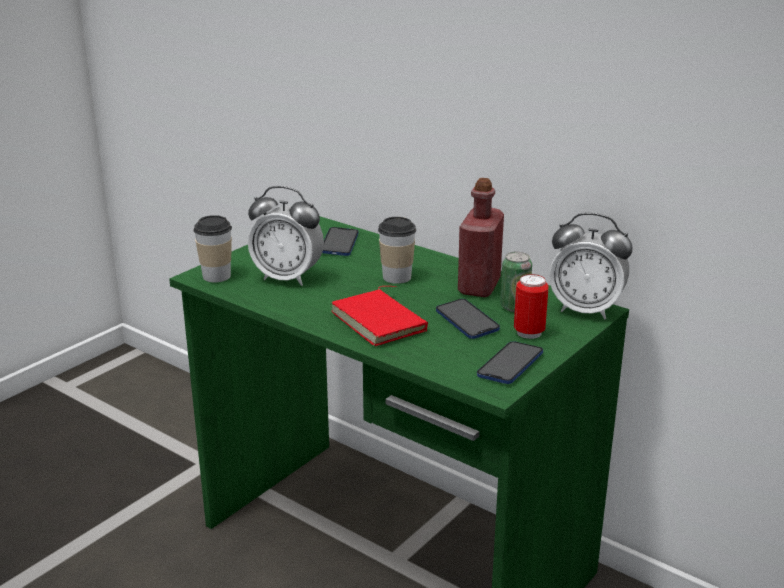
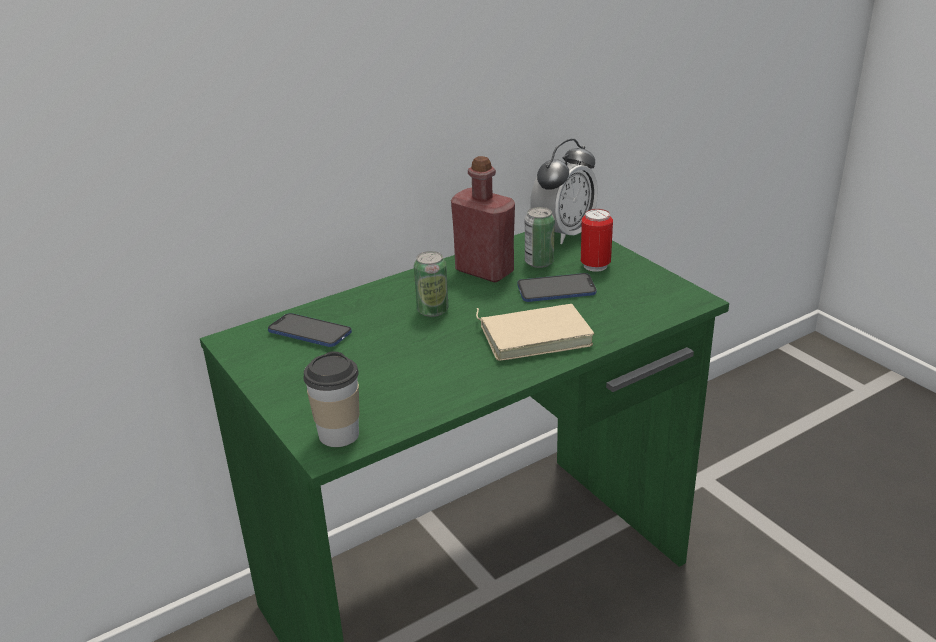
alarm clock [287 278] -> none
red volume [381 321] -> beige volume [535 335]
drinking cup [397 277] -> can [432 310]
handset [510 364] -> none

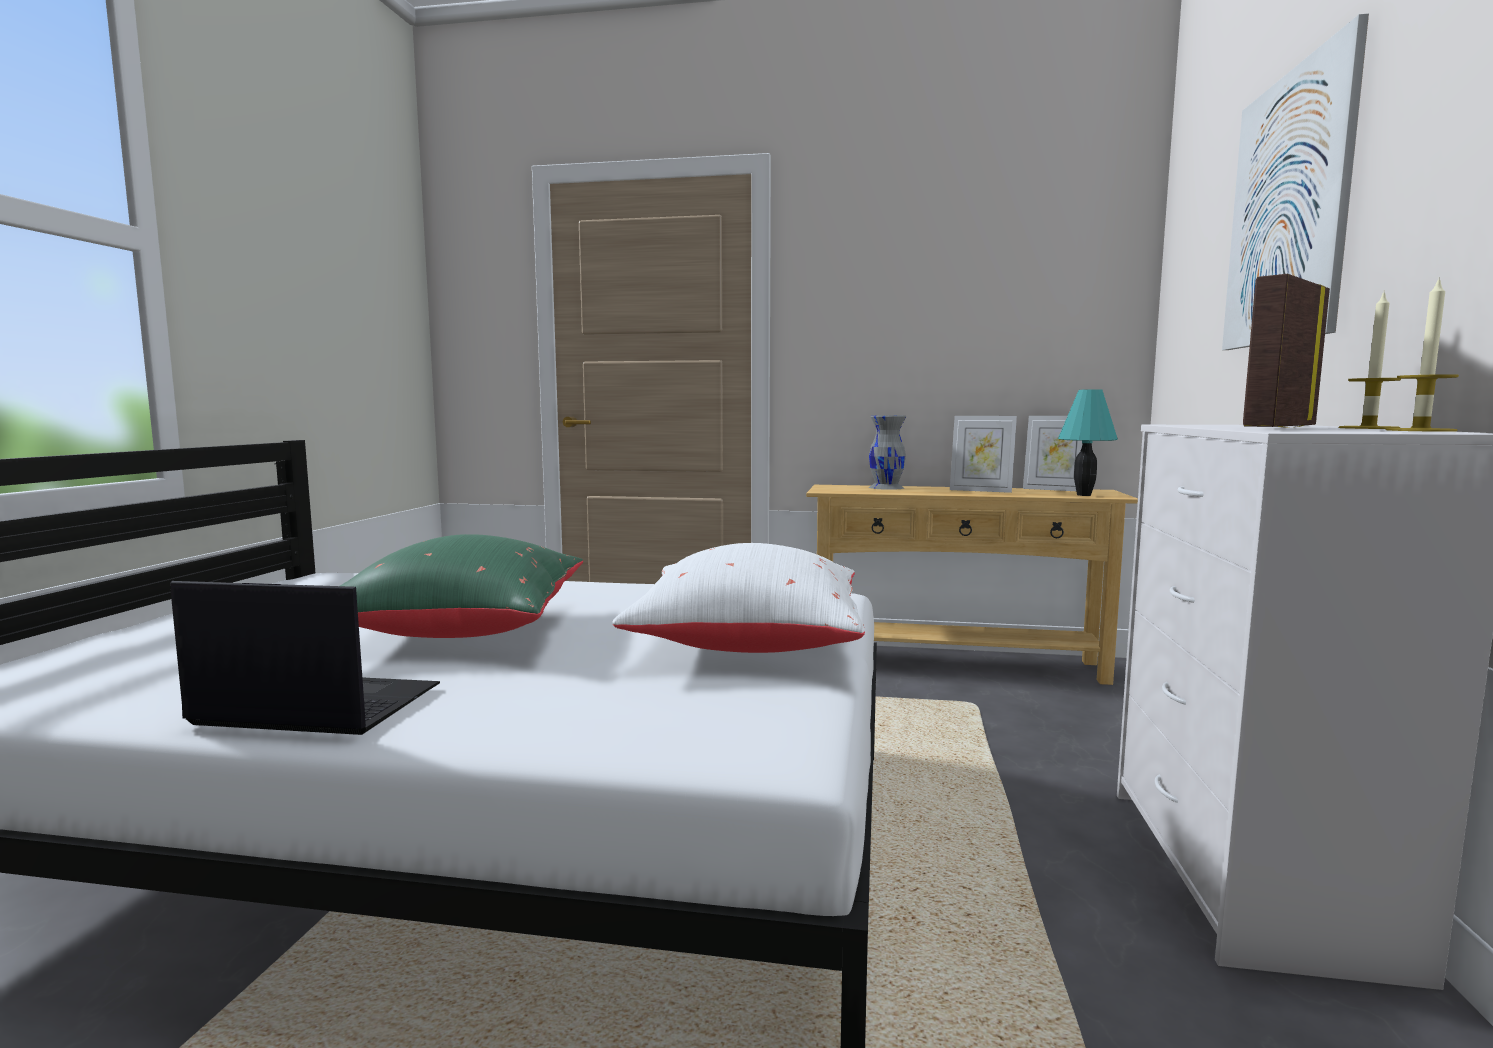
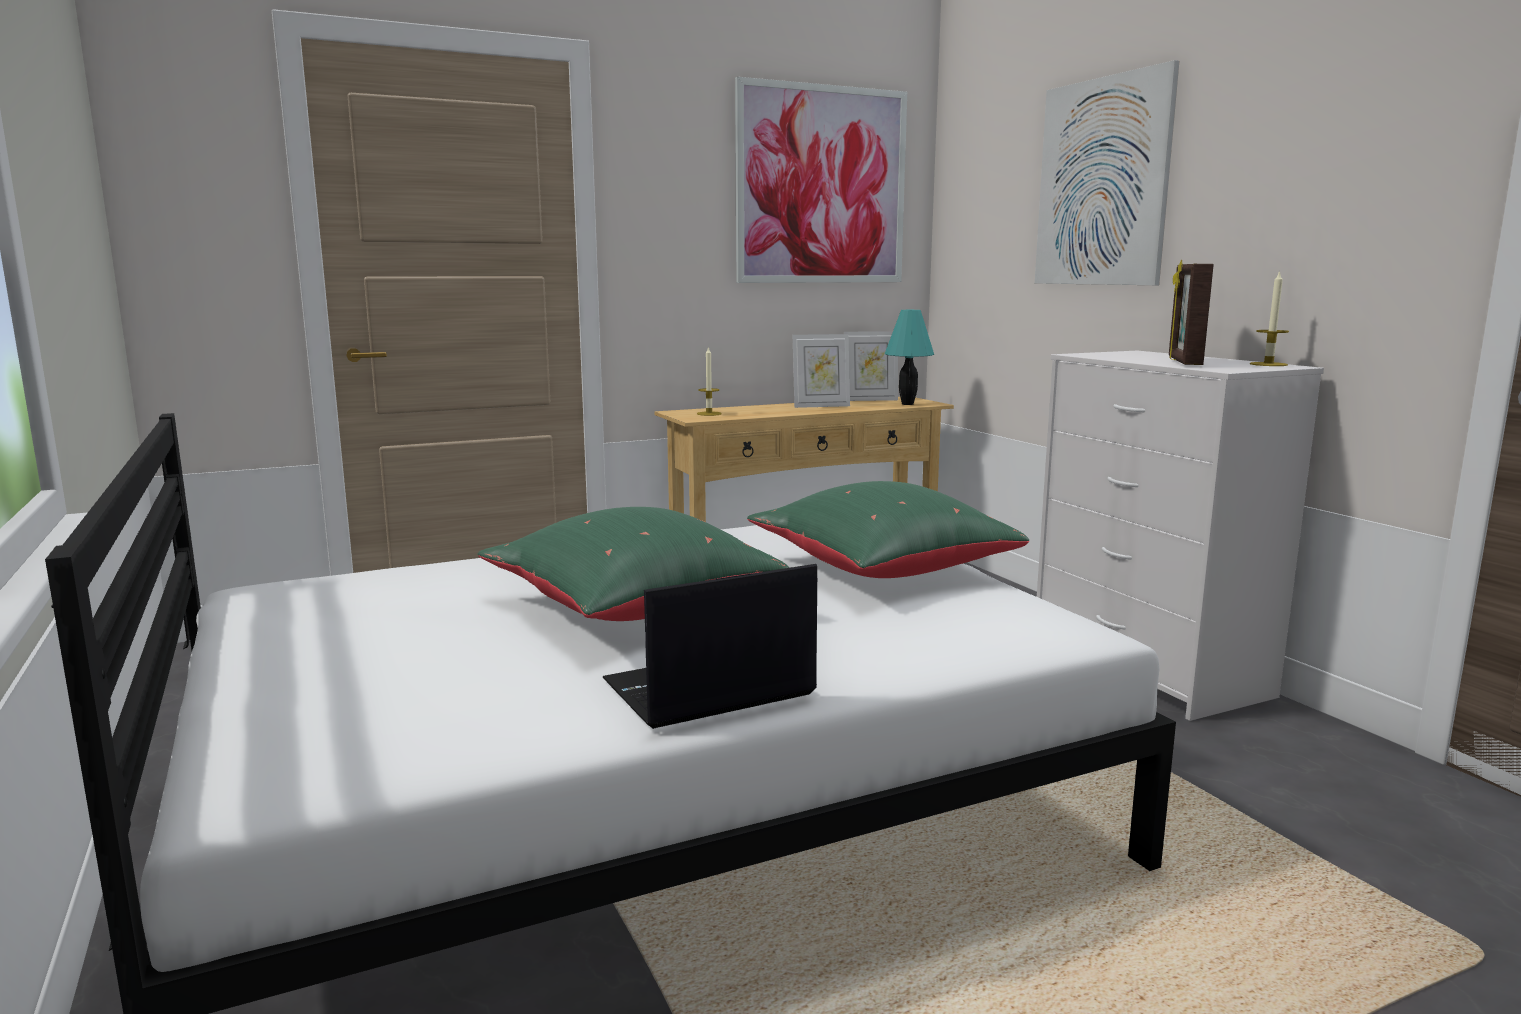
whitish cushion [747 644] -> green cushion [879 570]
grey vase [886 487] -> none
wax light [1368 428] -> wax light [709 414], moved
none -> picture [821 186]

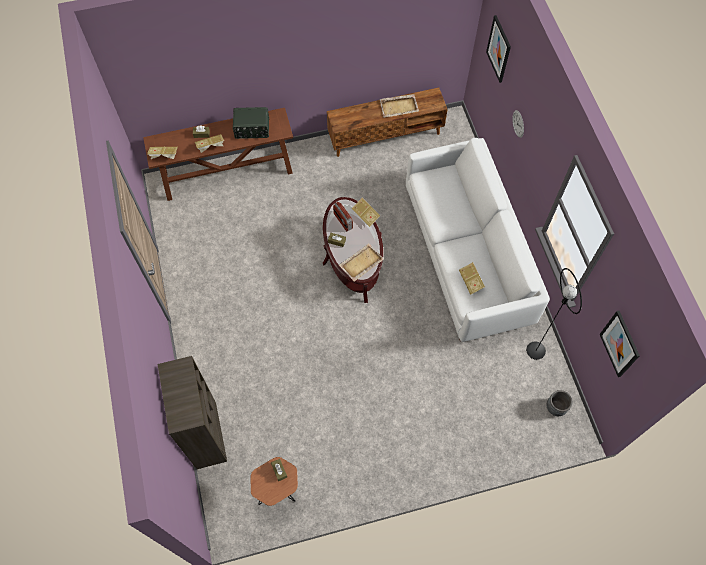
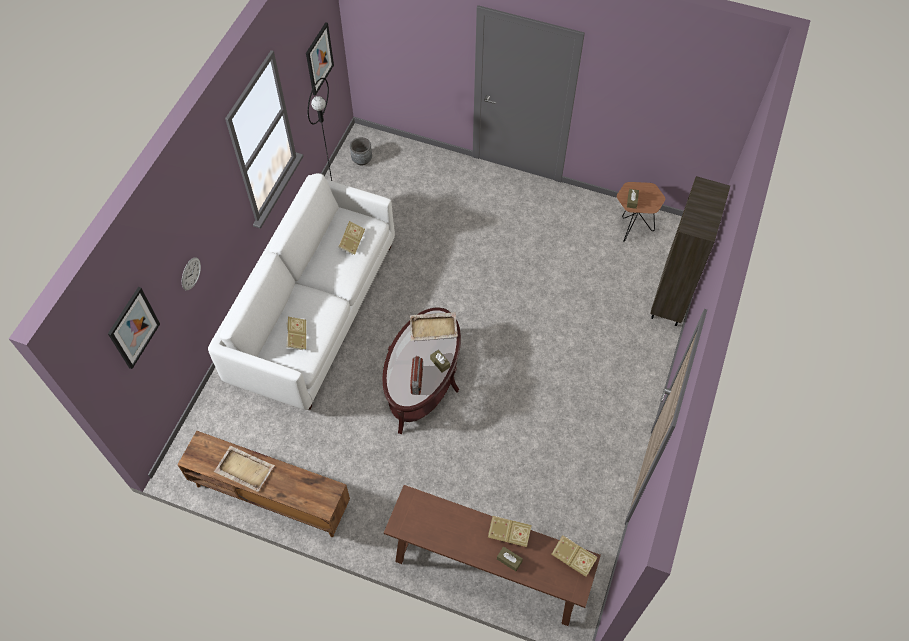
radio [252 129] -> none
volume [366 215] -> volume [297 338], moved

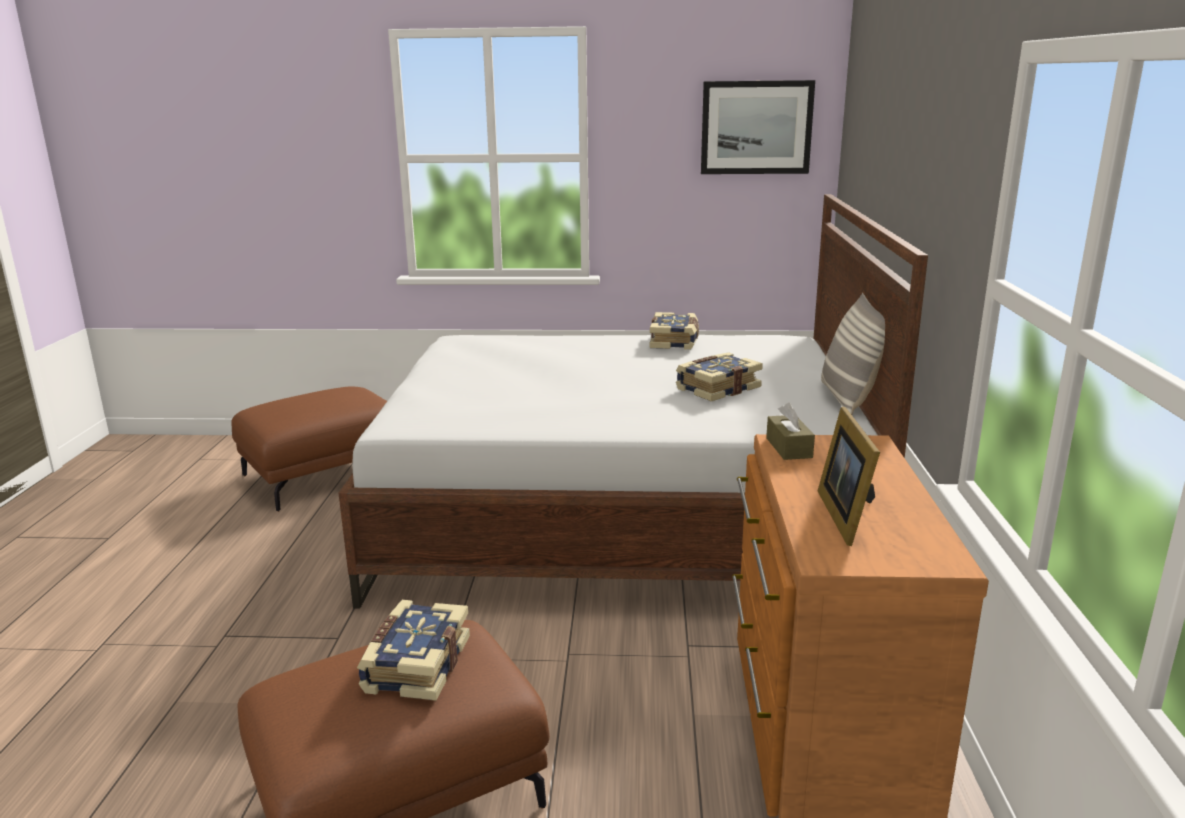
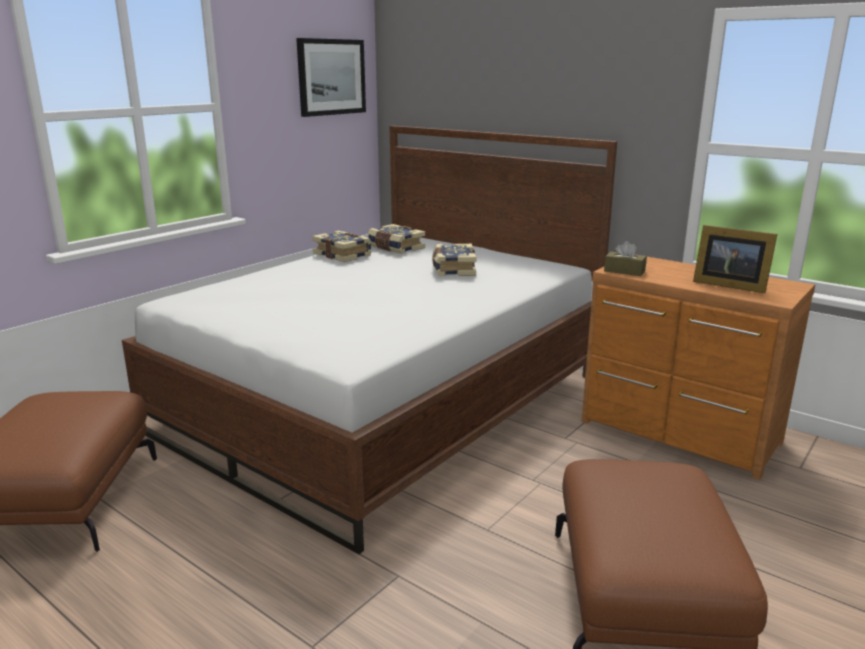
volume [415 665] -> volume [395 248], moved
cushion [848 399] -> none

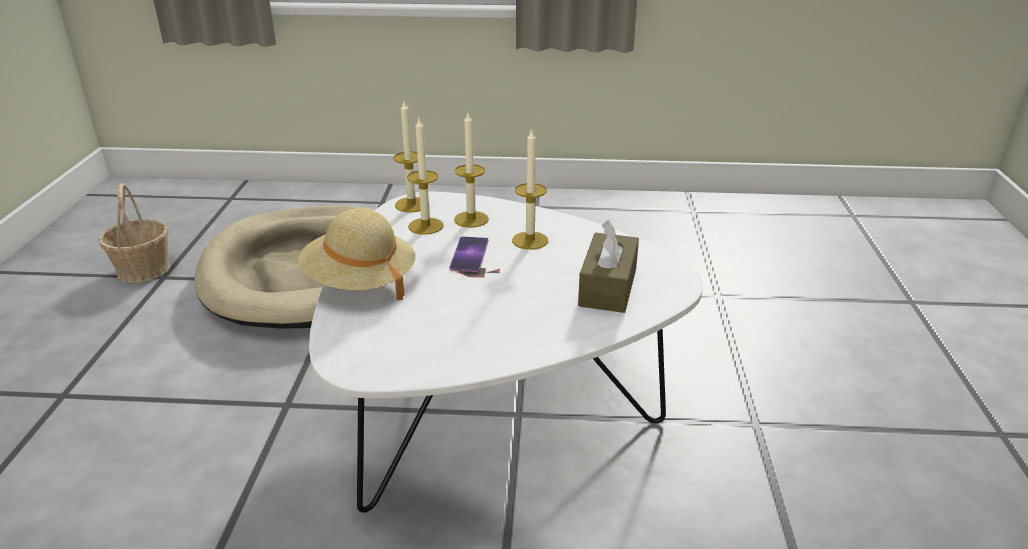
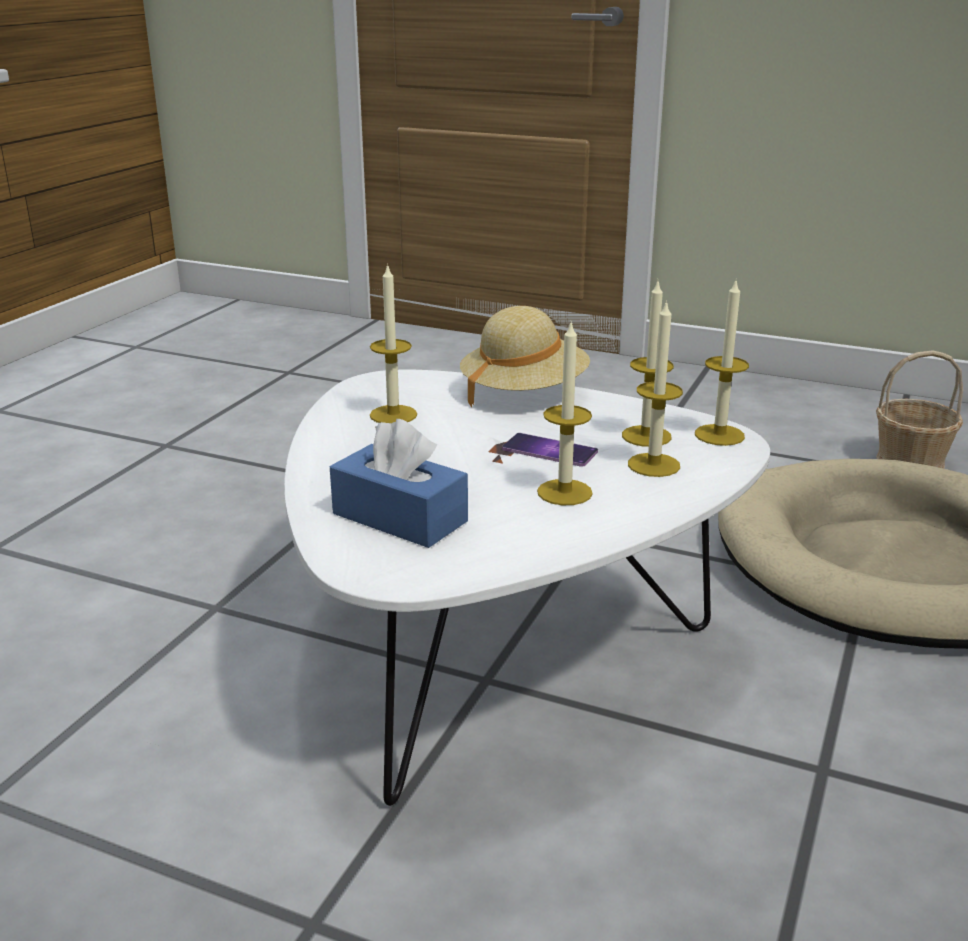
brownish tissue holder [608 287] -> blue tissue holder [399 517]
none -> wax light [393 415]

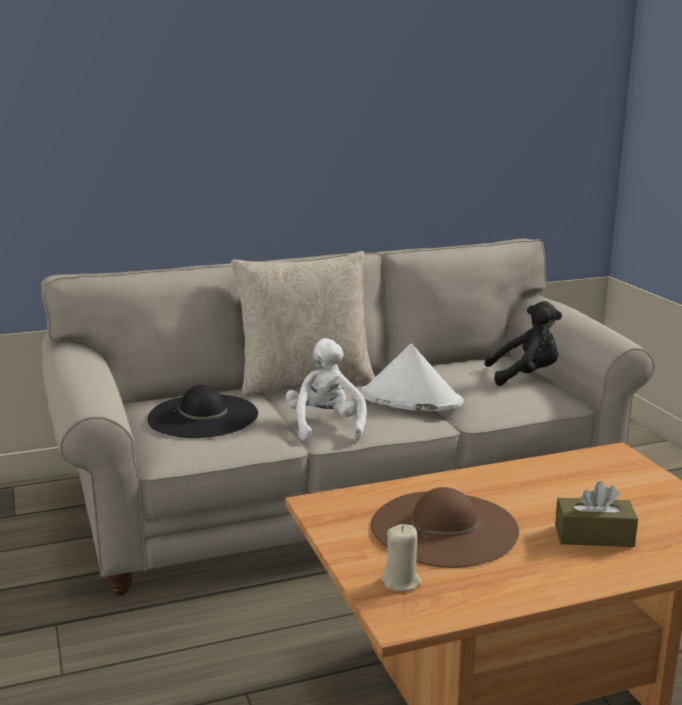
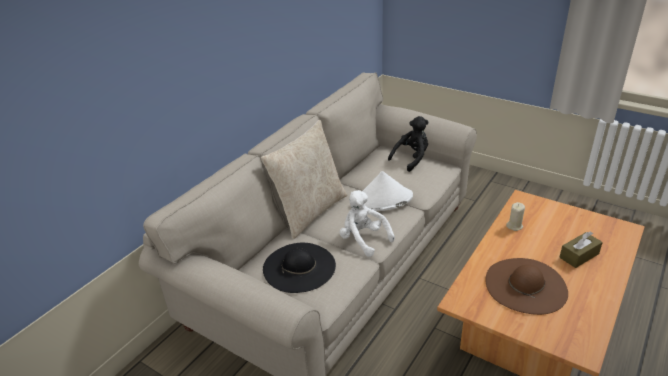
beige wax light [401 582] -> beige wax light [514 226], moved

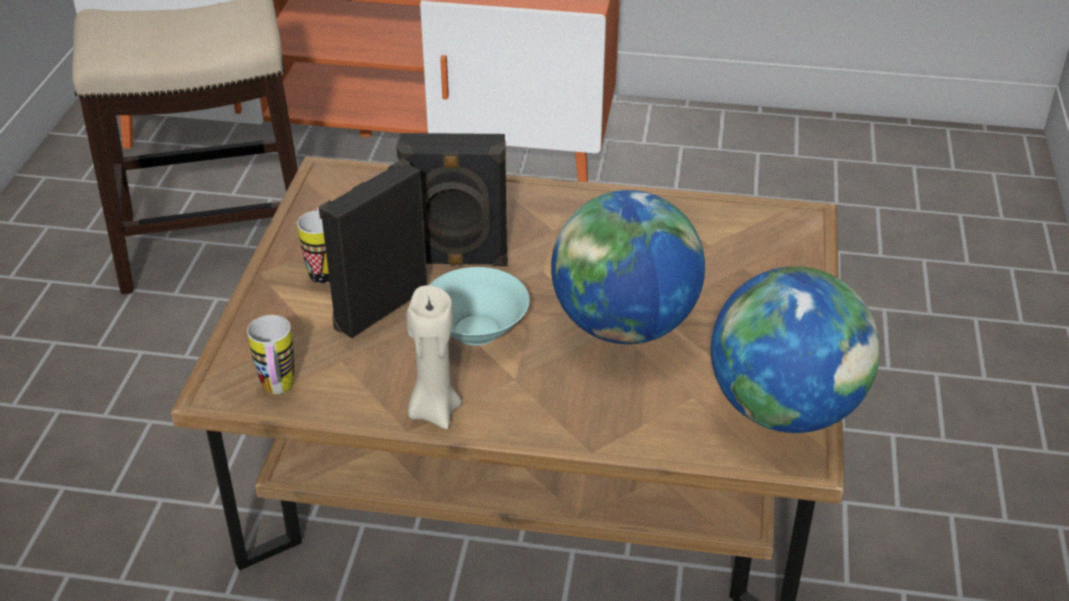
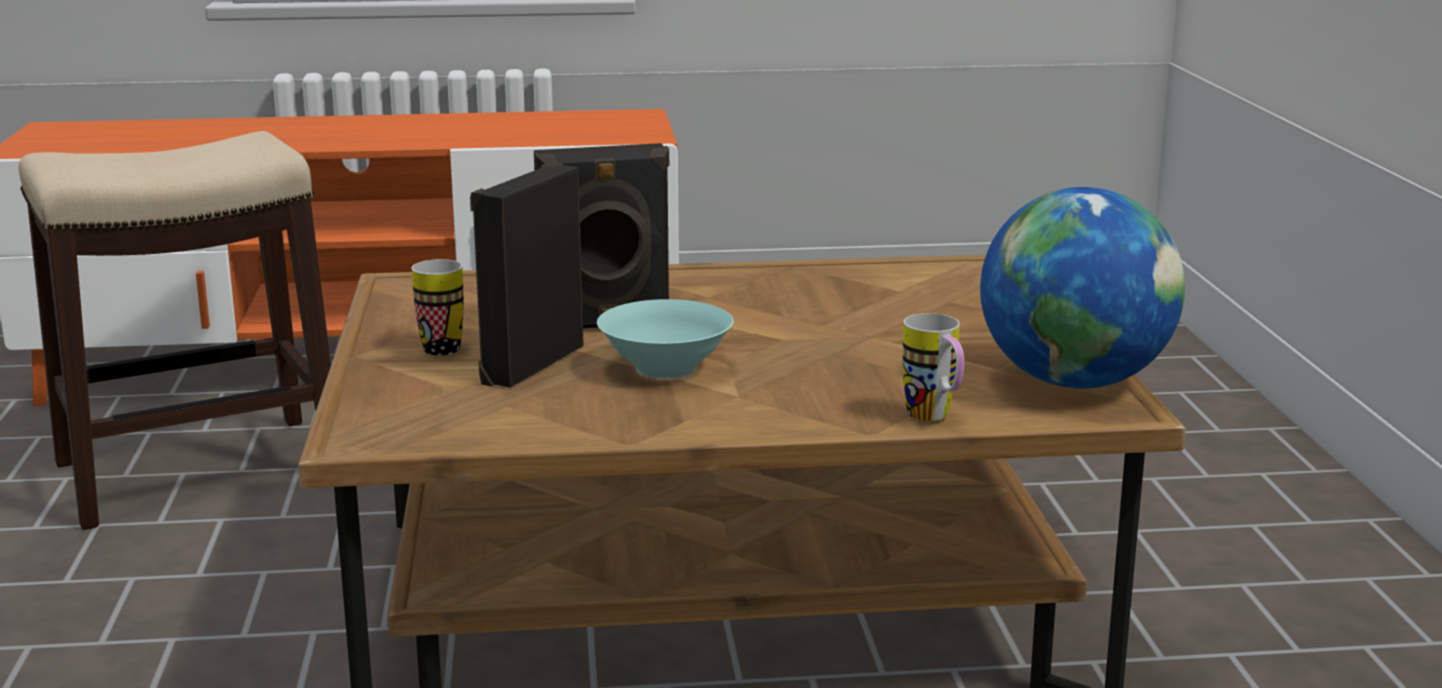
mug [278 391] -> mug [935 418], moved
beige wax light [434 410] -> none
world globe [624 326] -> none

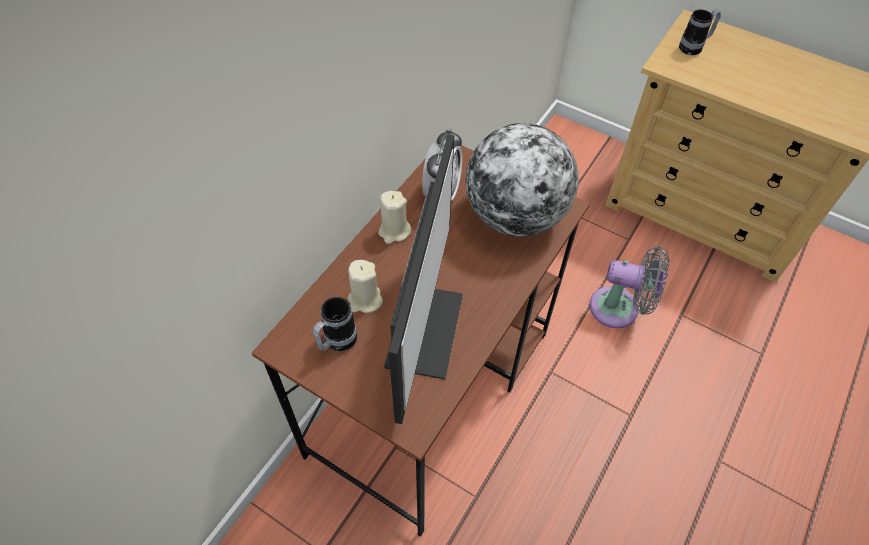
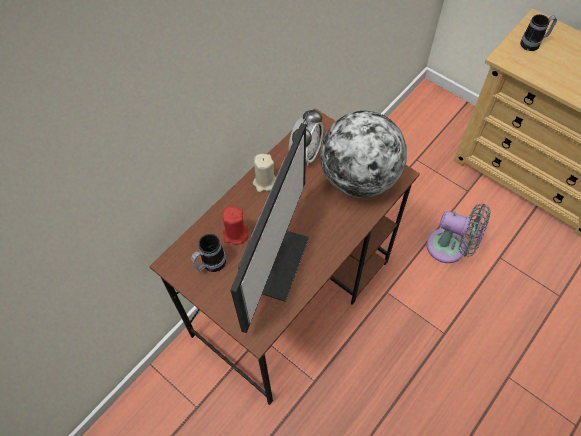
beige wax light [365 300] -> red wax light [235 234]

